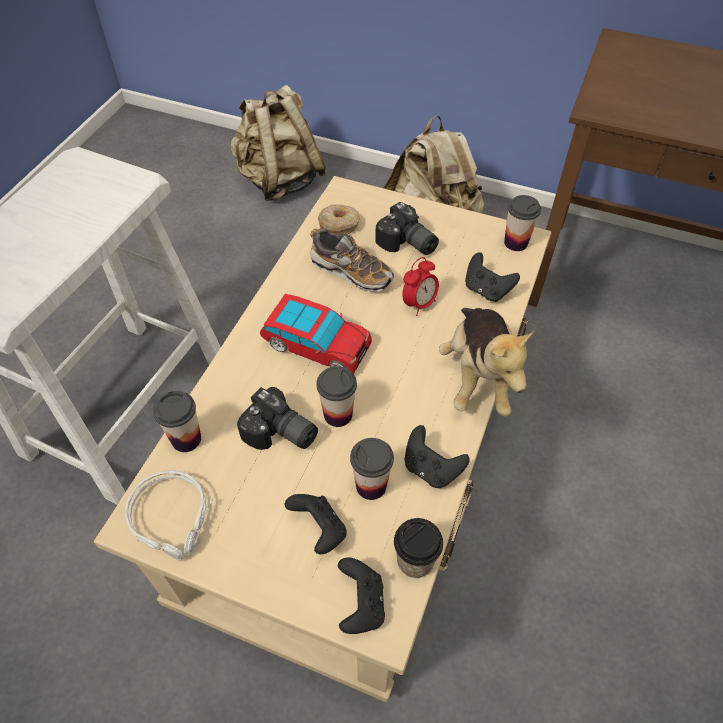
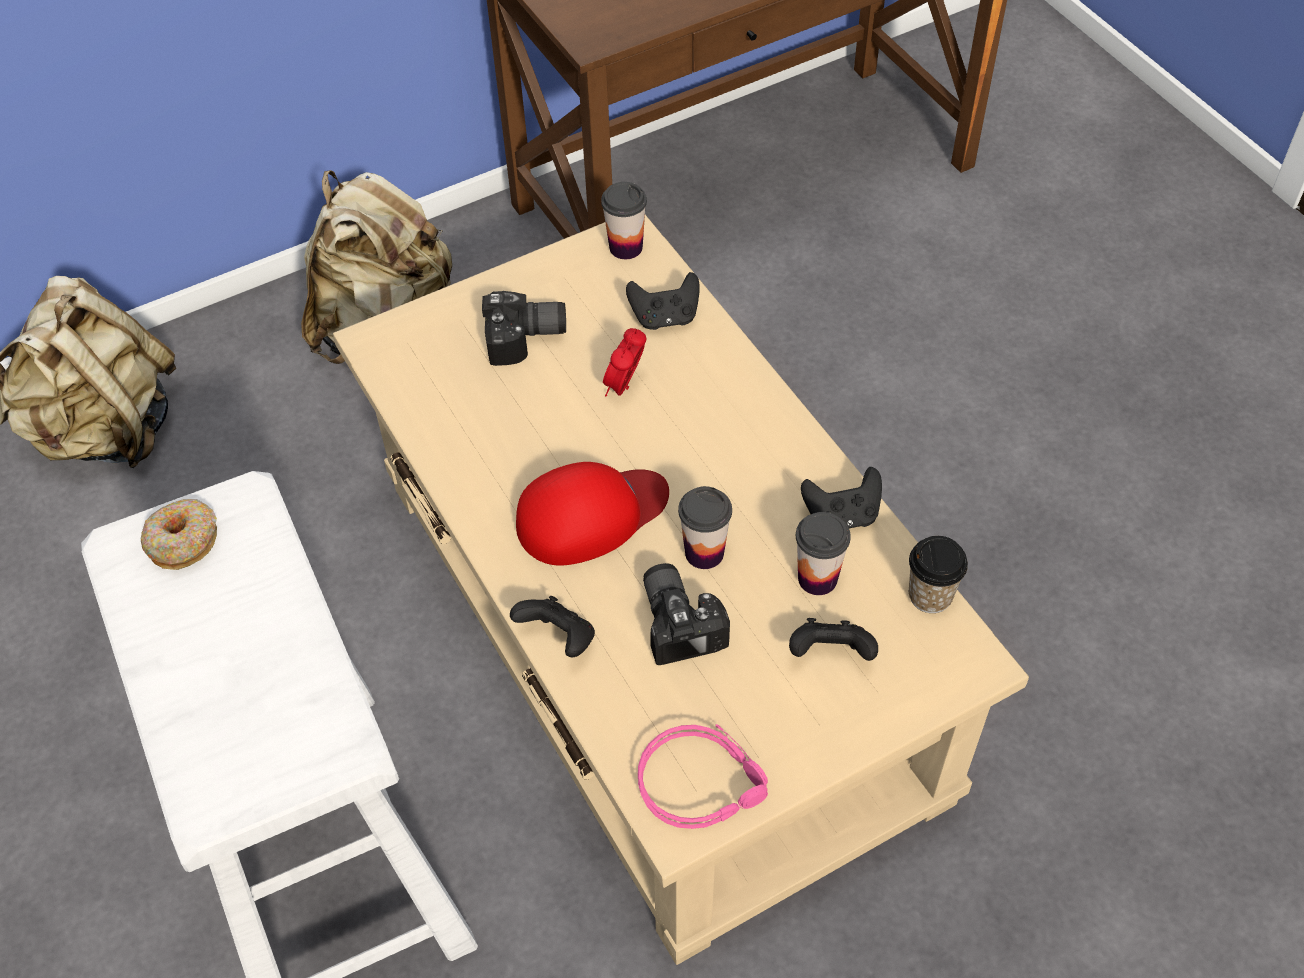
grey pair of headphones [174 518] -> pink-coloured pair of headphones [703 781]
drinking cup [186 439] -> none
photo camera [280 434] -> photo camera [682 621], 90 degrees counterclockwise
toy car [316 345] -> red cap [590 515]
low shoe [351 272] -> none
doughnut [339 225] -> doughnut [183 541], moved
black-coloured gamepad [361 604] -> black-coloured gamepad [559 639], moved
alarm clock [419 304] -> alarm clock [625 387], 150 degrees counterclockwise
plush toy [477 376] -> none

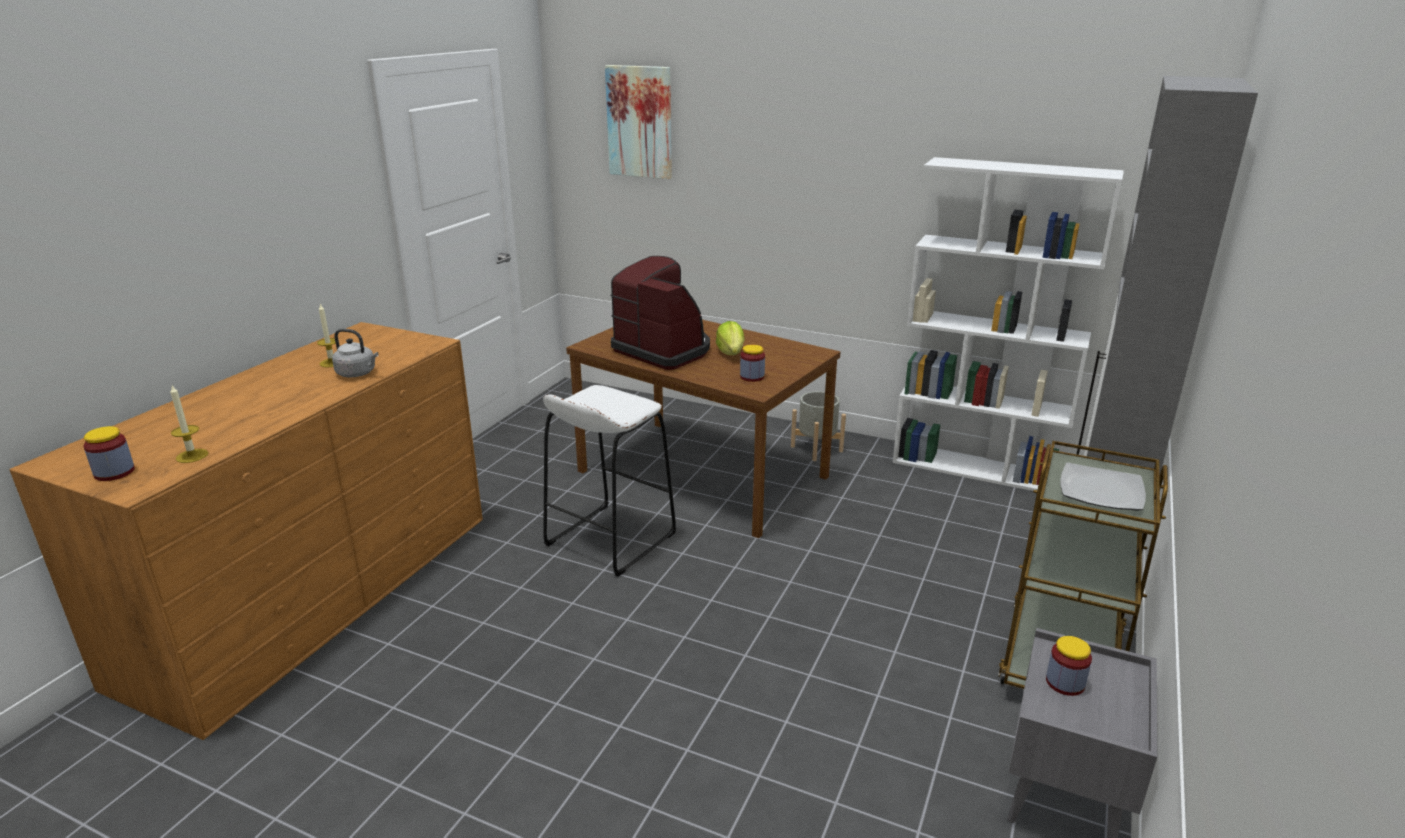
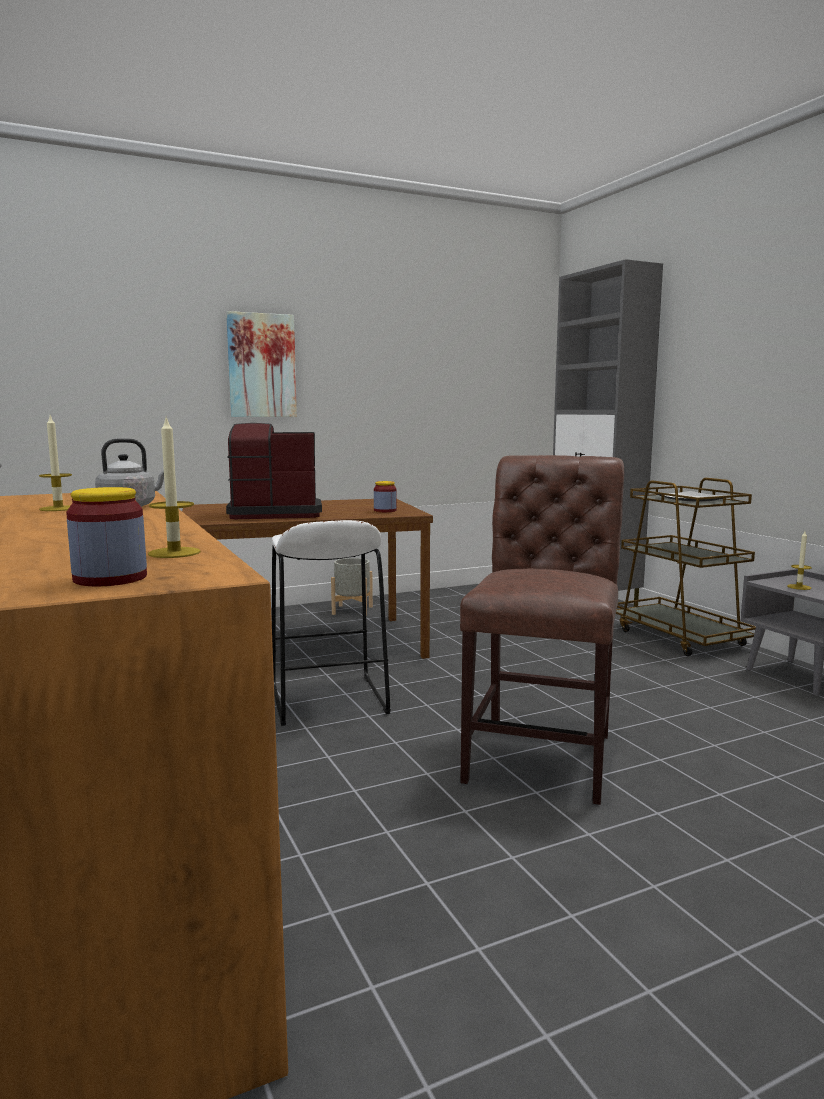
picture [640 122] -> picture [261 365], moved
lettuce [731 353] -> none
whitish bookshelf [977 468] -> none
jar [1065 683] -> wax light [799 587]
none -> brownish chair [542 753]

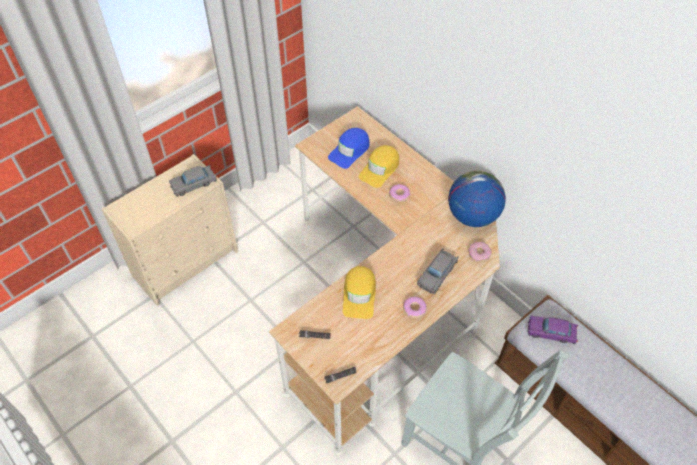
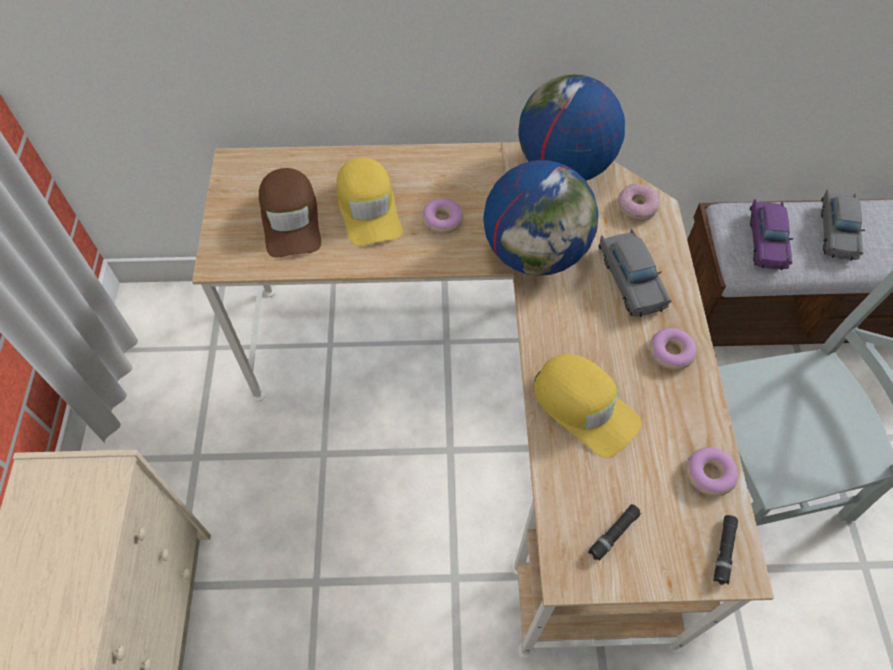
grey toy car [194 184] -> grey toy car [837 231], moved
blue cap [350 151] -> brownish cap [291 219]
purple-coloured toy car [551 332] -> purple-coloured toy car [766 240], 45 degrees counterclockwise
none -> world globe [535 253]
none -> doughnut [709 474]

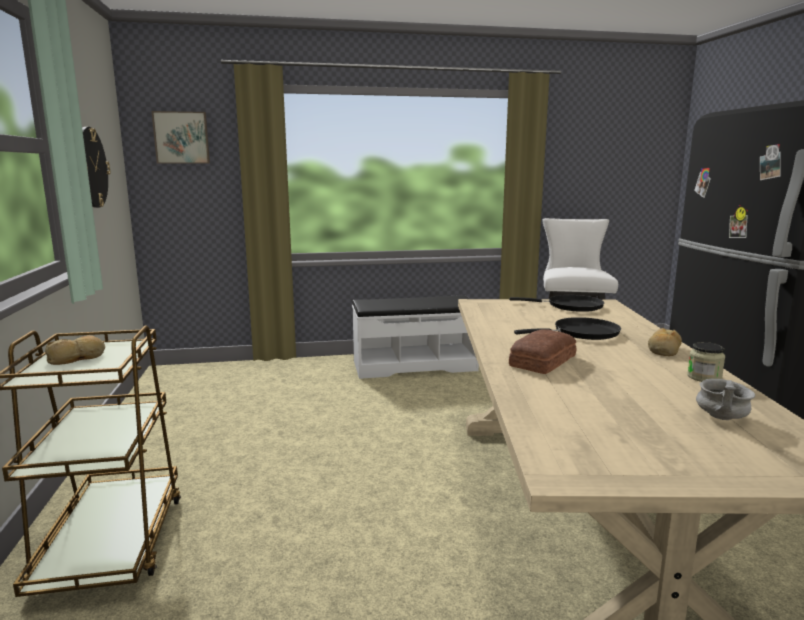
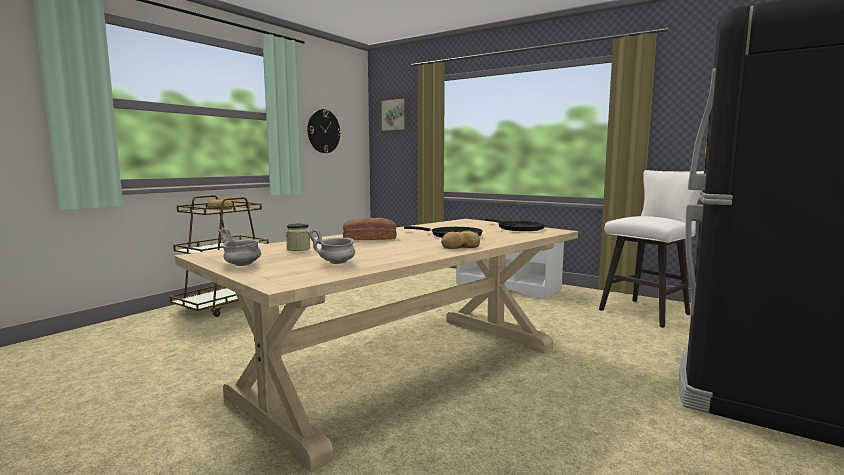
jar [704 377] -> jar [298 249], moved
none -> grey deep dish [240 265]

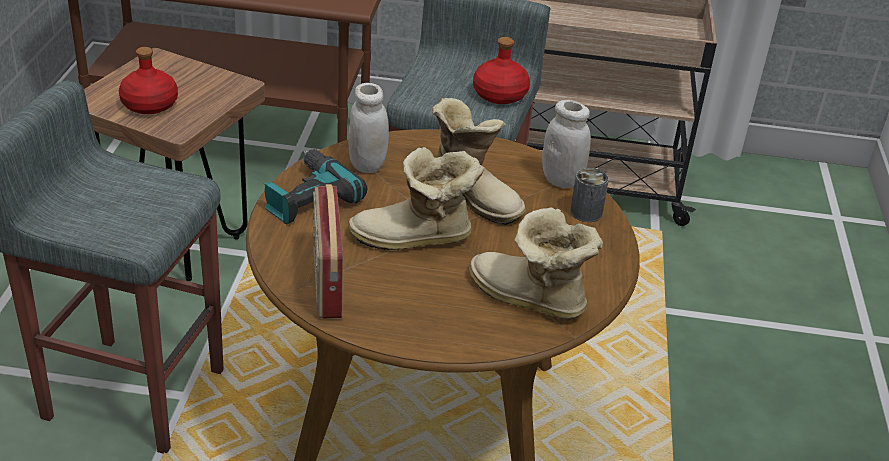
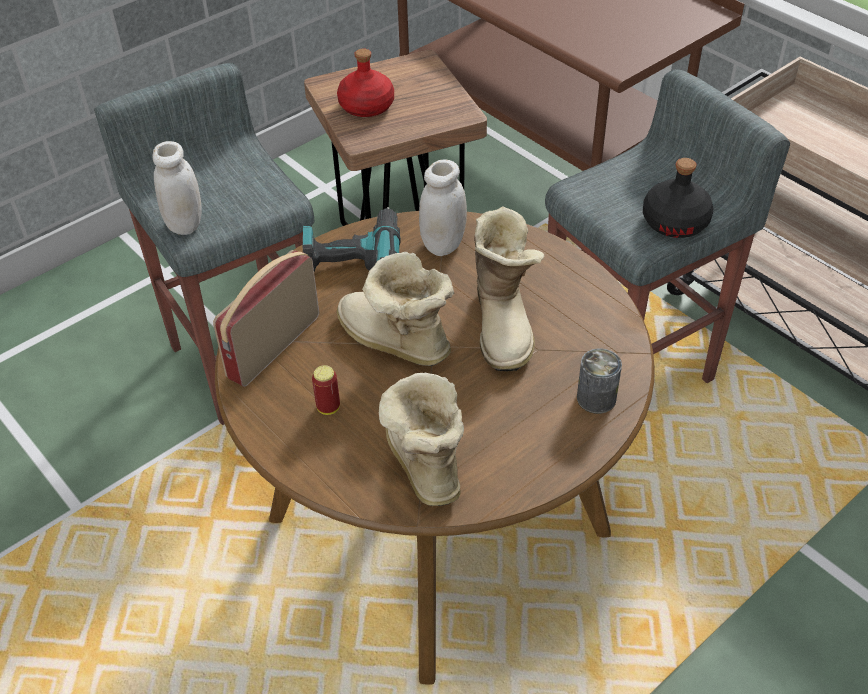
red drink bottle [499 94] -> black-coloured drink bottle [675 222]
whitish jar [561 180] -> whitish jar [185 224], moved
none -> can [328 407]

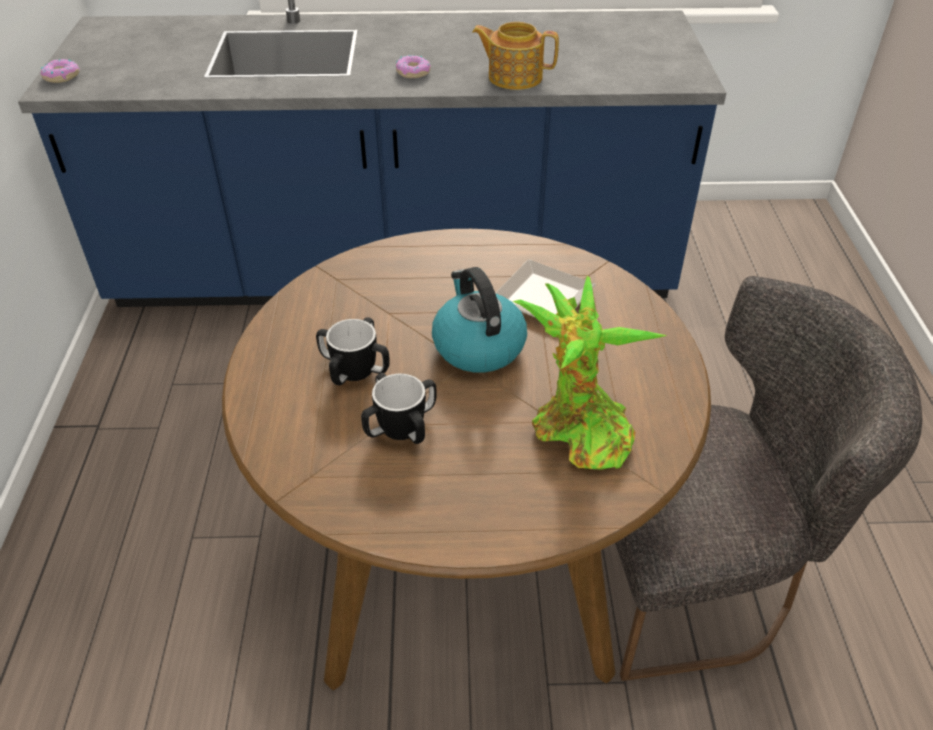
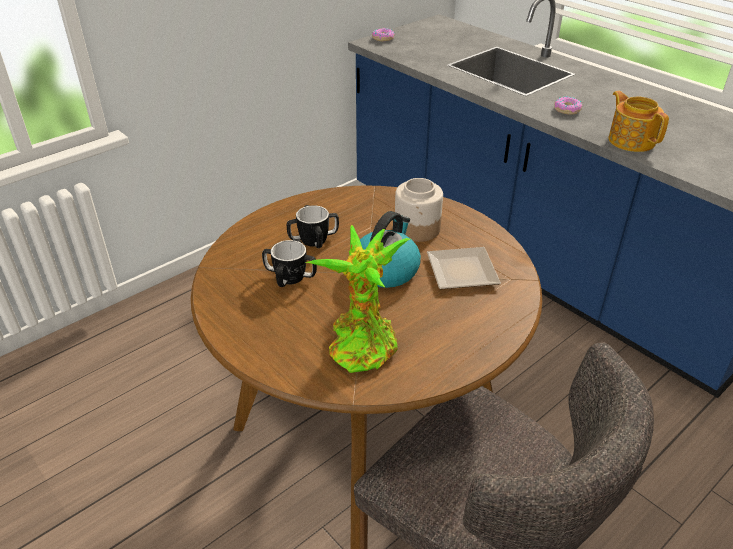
none -> jar [417 228]

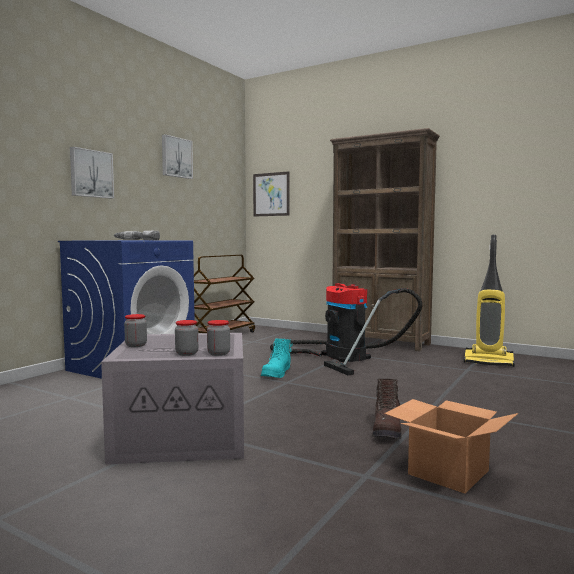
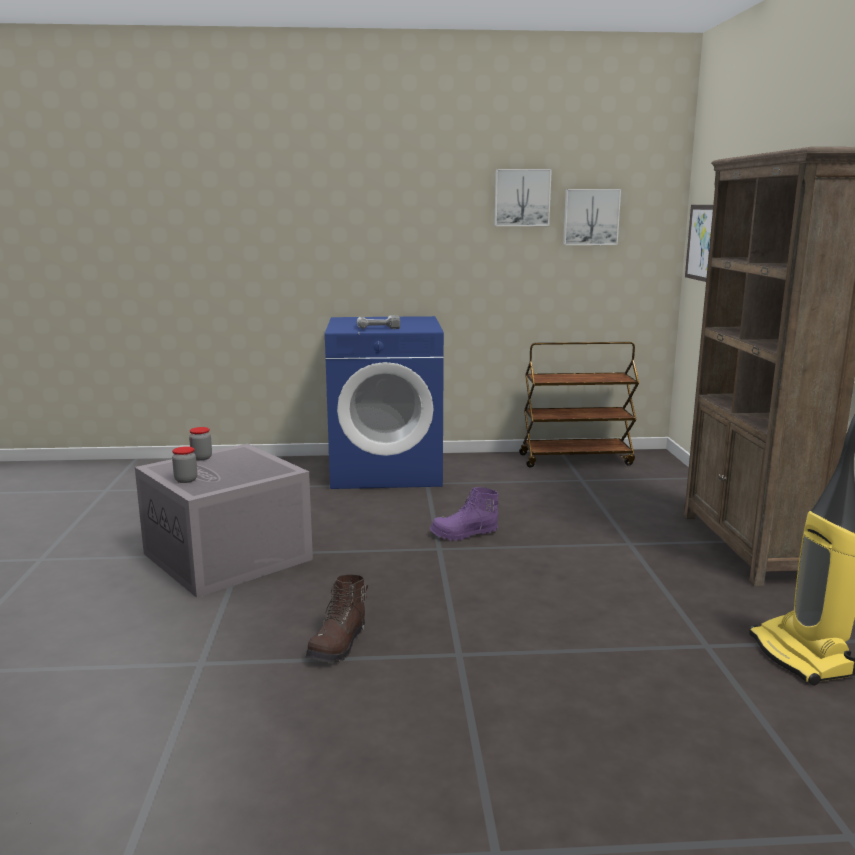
picture [91 173] -> picture [590 217], moved
jar [218 353] -> none
turquoise high-top boot [277 374] -> purple-coloured high-top boot [464 534]
hoover [341 356] -> none
brownish high-top boot [387 430] -> brownish high-top boot [339 645], 45 degrees counterclockwise
packing box [448 473] -> none

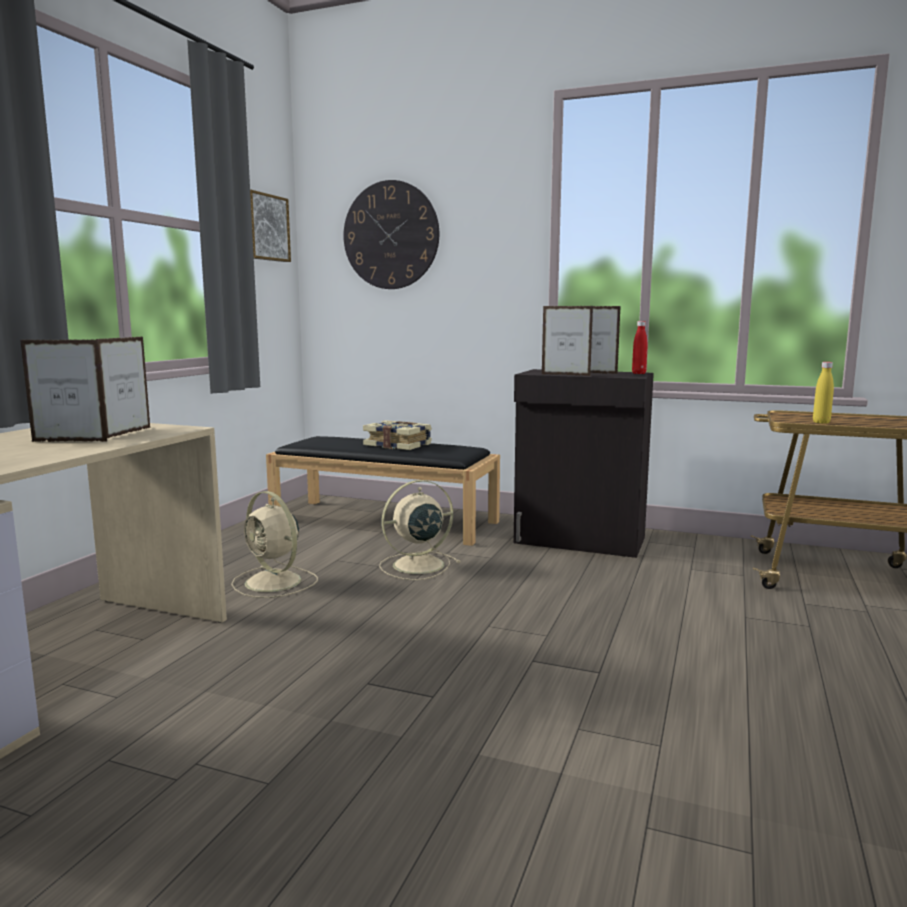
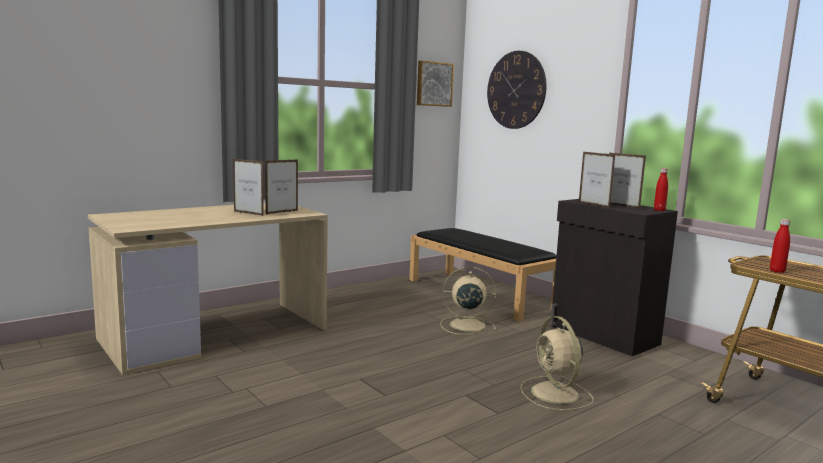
beige cooling fan [275 582] -> beige cooling fan [556 394], moved
volume [398 445] -> none
yellow drink bottle [821 422] -> red drink bottle [777 271]

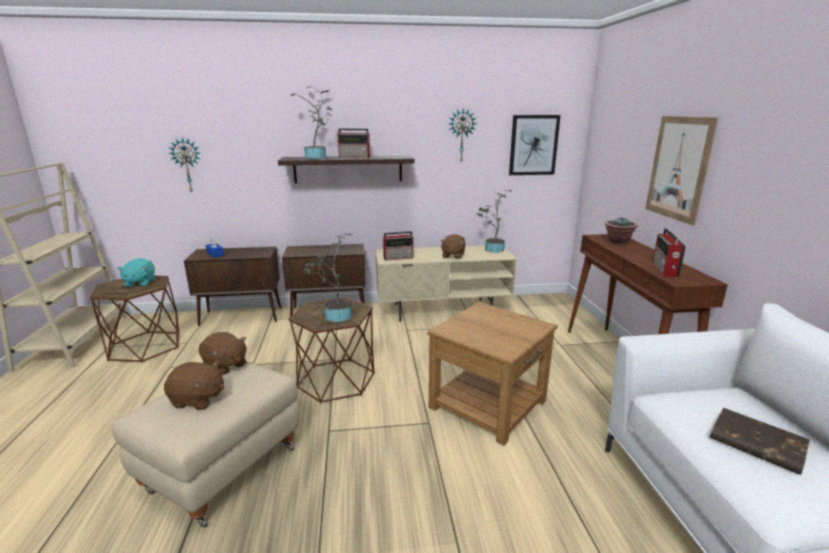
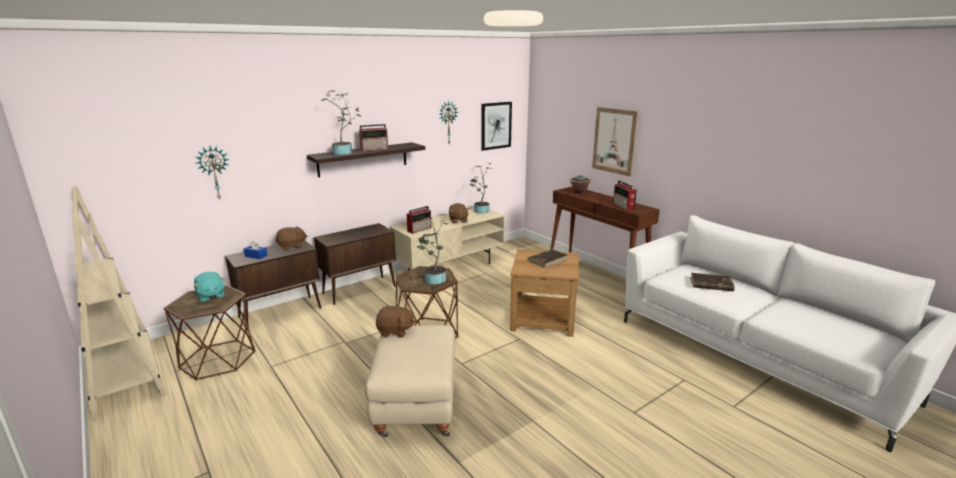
brownish plush toy [198 399] -> brownish plush toy [292 246], moved
none -> brownish volume [548 260]

